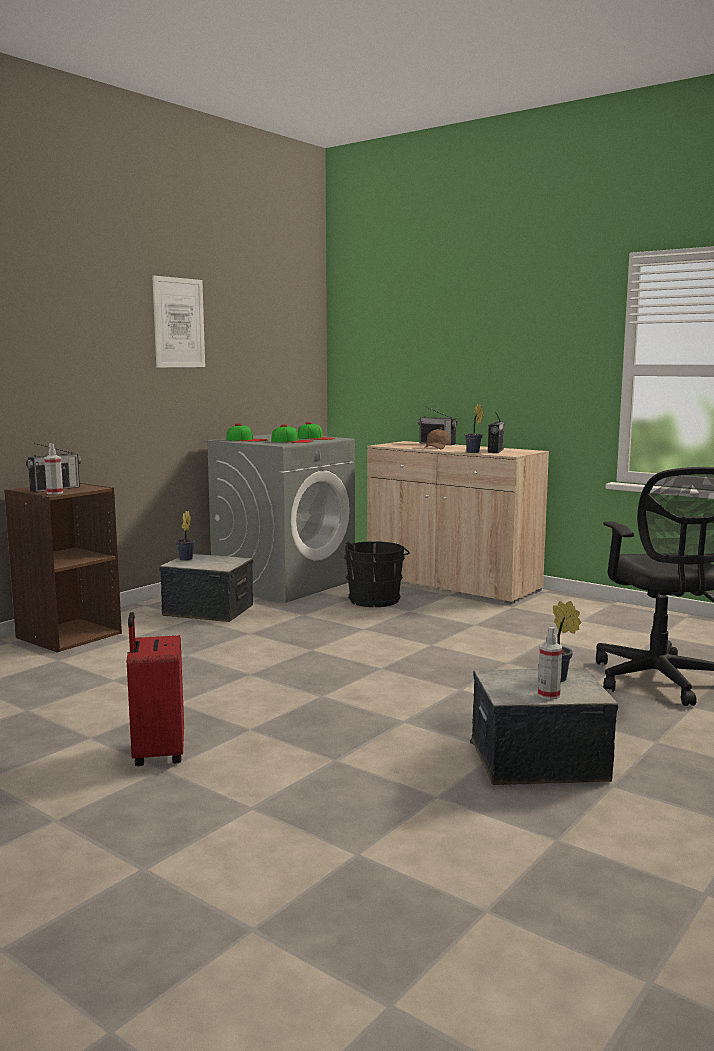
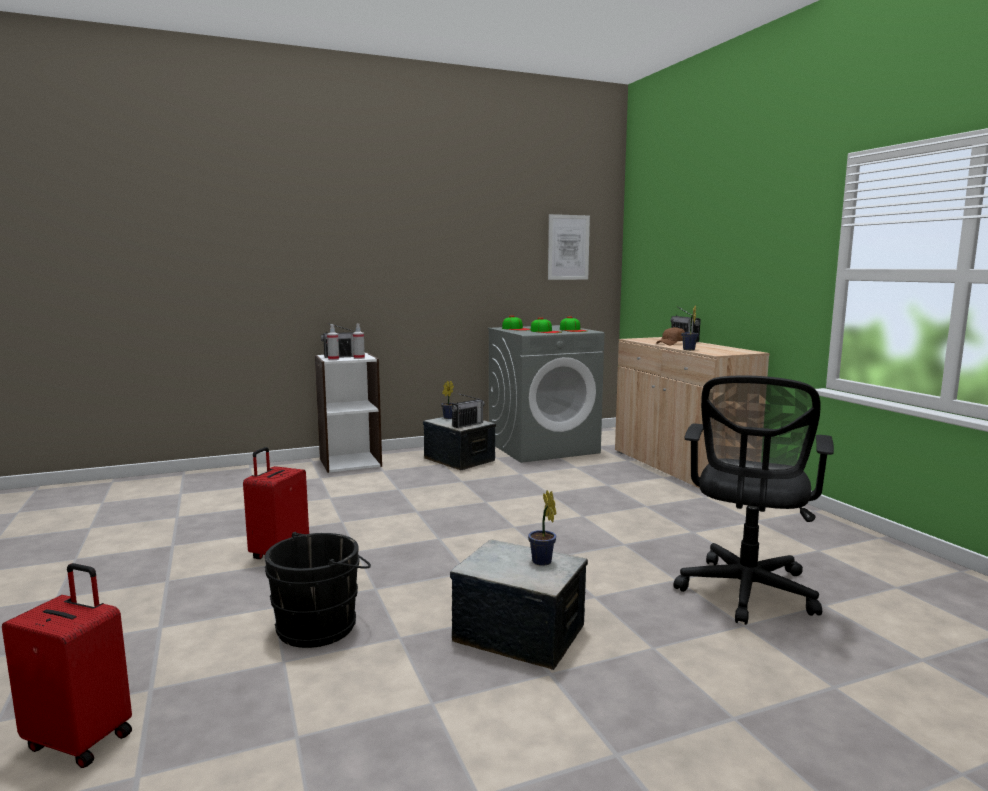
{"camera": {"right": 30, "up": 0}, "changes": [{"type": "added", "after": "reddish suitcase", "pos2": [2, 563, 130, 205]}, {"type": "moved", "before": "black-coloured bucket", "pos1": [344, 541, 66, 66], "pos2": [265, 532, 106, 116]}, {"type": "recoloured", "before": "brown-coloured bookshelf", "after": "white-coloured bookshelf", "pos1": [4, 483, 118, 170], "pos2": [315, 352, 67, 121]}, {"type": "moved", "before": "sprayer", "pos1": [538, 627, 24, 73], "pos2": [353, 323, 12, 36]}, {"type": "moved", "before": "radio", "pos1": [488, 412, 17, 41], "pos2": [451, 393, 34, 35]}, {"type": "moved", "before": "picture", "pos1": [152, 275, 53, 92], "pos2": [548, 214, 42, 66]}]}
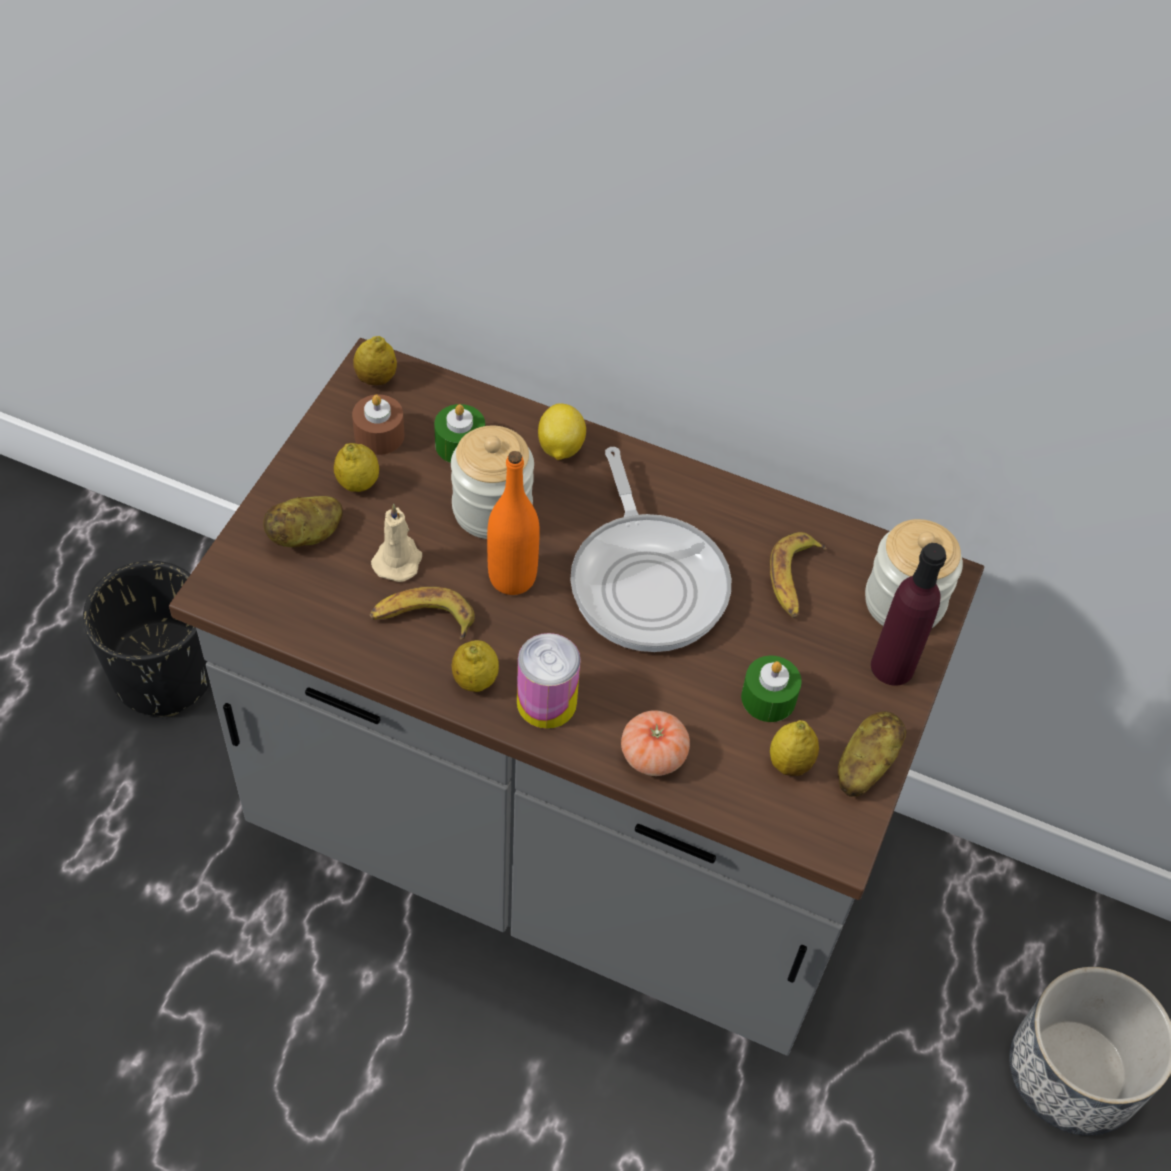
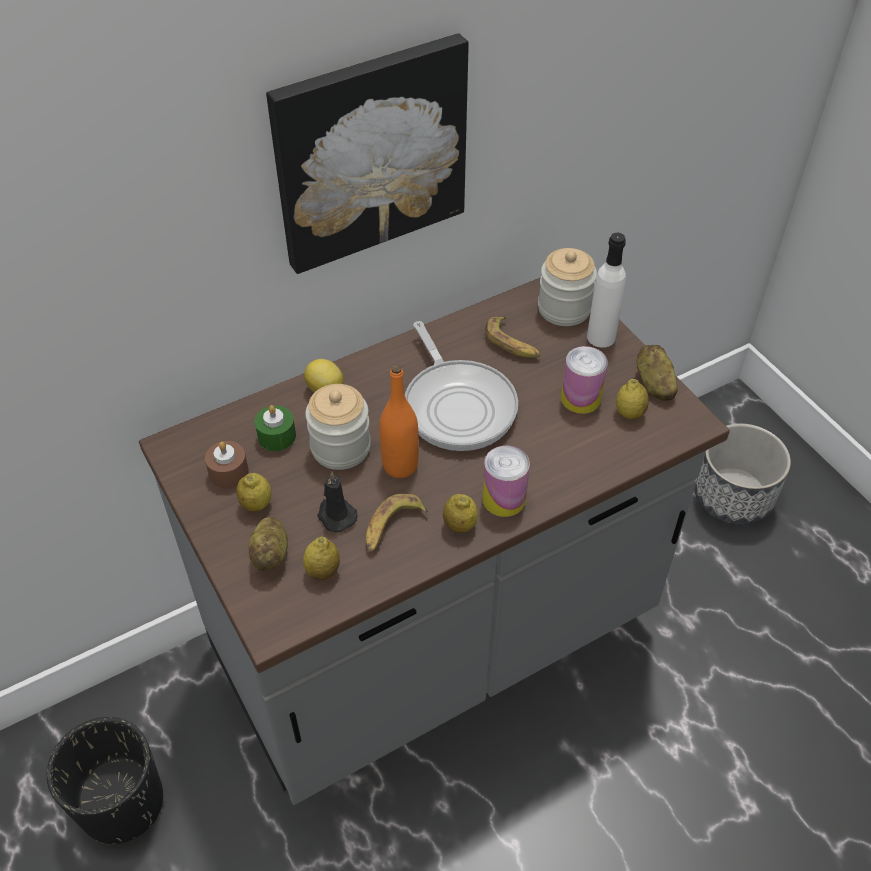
{"camera": {"right": -50, "up": -5}, "changes": [{"type": "added", "after": "picture", "pos2": [266, 33, 203, 241]}, {"type": "moved", "before": "lemon", "pos1": [353, 336, 44, 49], "pos2": [303, 537, 37, 43]}, {"type": "recoloured", "before": "beige candle", "after": "black-coloured candle", "pos1": [371, 503, 51, 79], "pos2": [317, 471, 40, 61]}, {"type": "turned", "before": "pan", "pos1": [570, 447, 161, 205], "pos2": [405, 321, 113, 130], "turn": 45}, {"type": "replaced", "before": "greenish candle", "after": "sealed can", "pos1": [741, 656, 61, 66], "pos2": [561, 346, 47, 68]}, {"type": "recoloured", "before": "purplish bottle", "after": "white-coloured bottle", "pos1": [871, 543, 75, 143], "pos2": [587, 233, 39, 115]}, {"type": "removed", "before": "tomato", "pos1": [621, 710, 69, 66]}]}
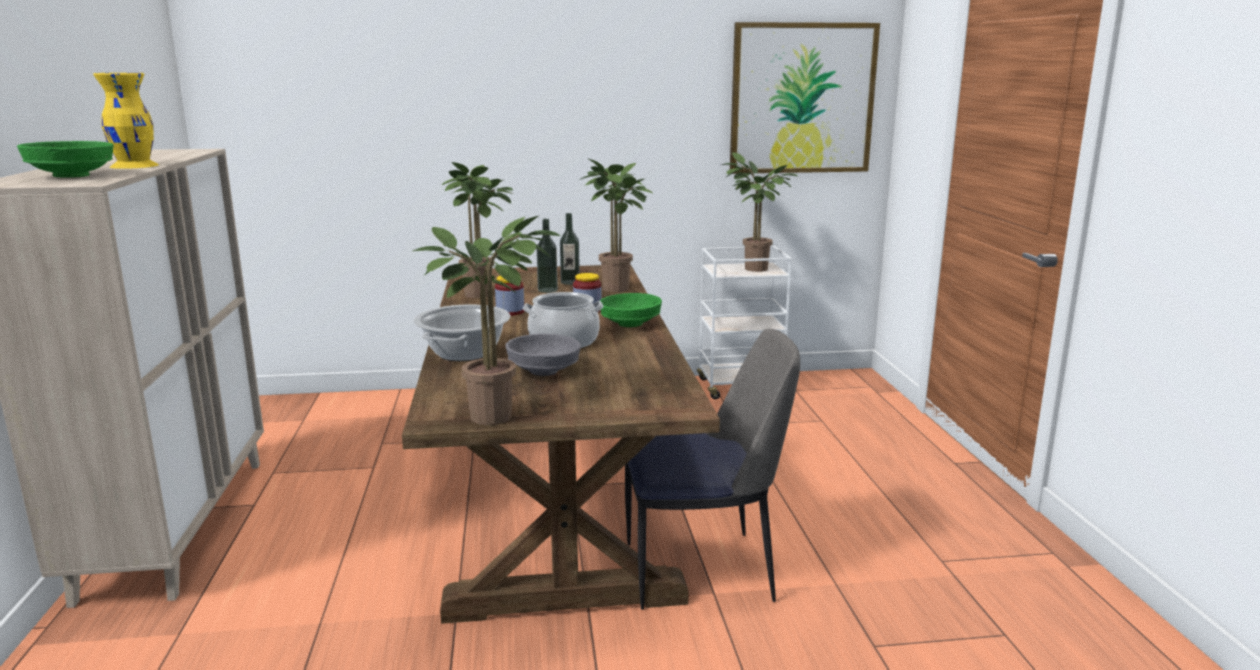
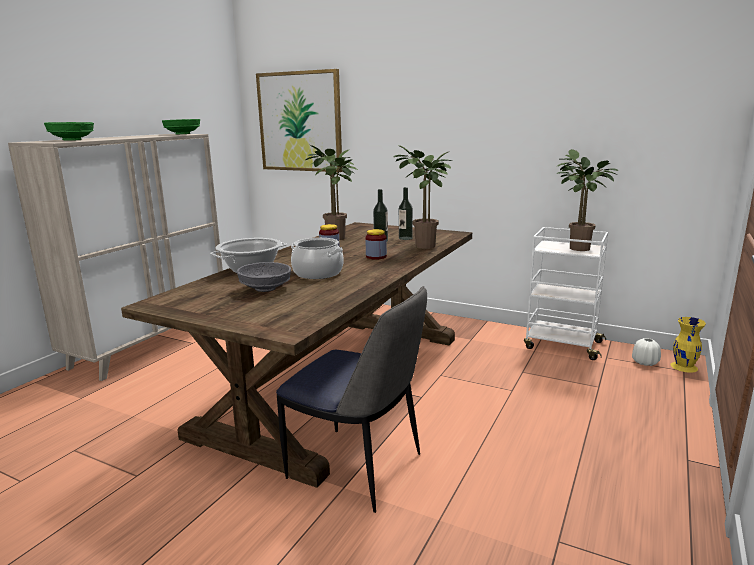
{"camera": {"right": 35, "up": 0}, "changes": [{"type": "moved", "before": "greenish bowl", "pos1": [600, 293, 62, 34], "pos2": [162, 119, 38, 16]}, {"type": "moved", "before": "picture", "pos1": [730, 22, 150, 152], "pos2": [256, 69, 87, 103]}, {"type": "added", "after": "white-coloured decorative vase", "pos2": [632, 338, 29, 28]}, {"type": "moved", "before": "yellowish decorative vase", "pos1": [93, 73, 66, 96], "pos2": [670, 317, 36, 56]}, {"type": "removed", "before": "houseplant", "pos1": [413, 216, 147, 209]}]}
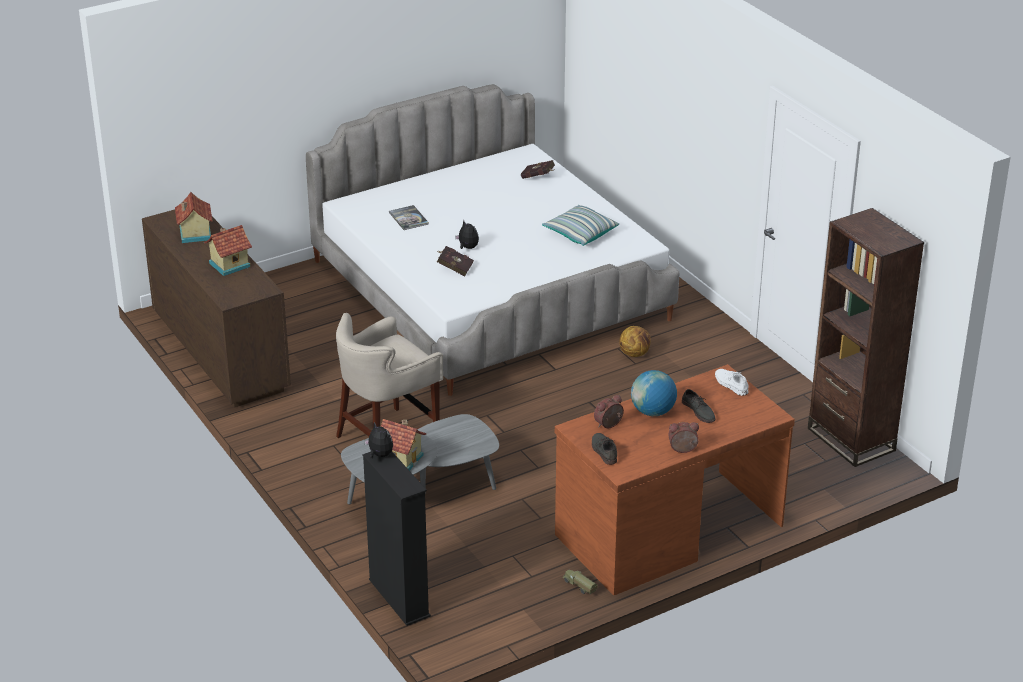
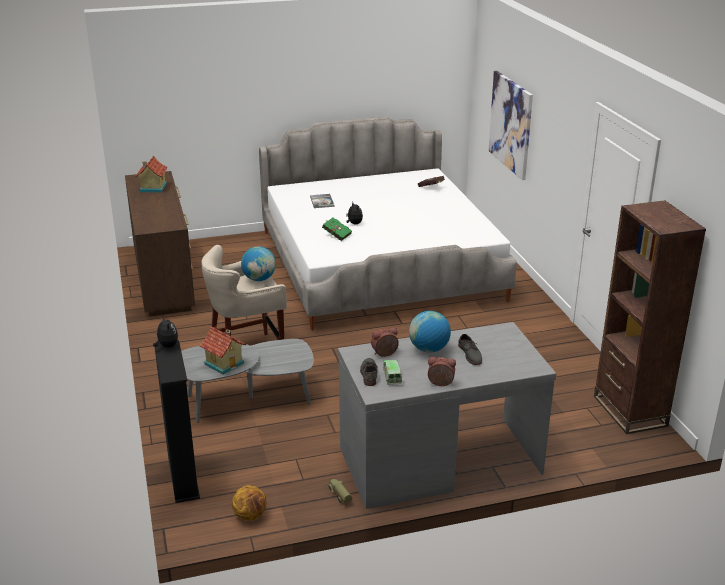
{"camera": {"right": 15, "up": -5}, "changes": [{"type": "moved", "before": "ball for basketball", "pos1": [619, 326, 32, 31], "pos2": [232, 485, 35, 35]}, {"type": "added", "after": "desk globe", "pos2": [241, 246, 35, 35]}, {"type": "recoloured", "before": "reddish volume", "after": "greenish volume", "pos1": [437, 246, 37, 30], "pos2": [322, 218, 30, 23]}, {"type": "recoloured", "before": "brown-coloured desk unit", "after": "gray desk unit", "pos1": [555, 364, 240, 231], "pos2": [338, 322, 218, 187]}, {"type": "added", "after": "toy lorry", "pos2": [383, 360, 19, 25]}, {"type": "added", "after": "picture", "pos2": [488, 71, 45, 109]}, {"type": "removed", "before": "toy house", "pos1": [204, 225, 48, 51]}, {"type": "removed", "before": "throw pillow", "pos1": [542, 205, 77, 41]}, {"type": "removed", "before": "white-coloured item of footwear", "pos1": [715, 369, 34, 27]}]}
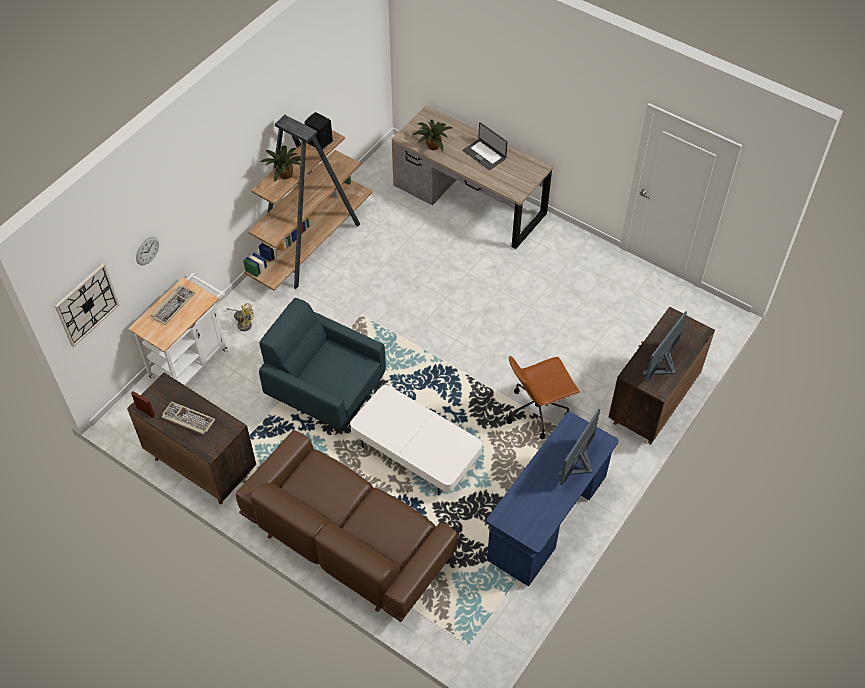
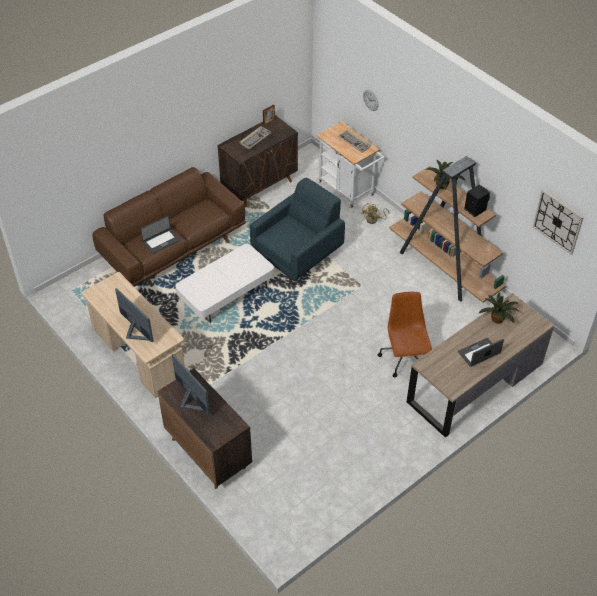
{"camera": {"right": 105, "up": -5}, "changes": [{"type": "recoloured", "before": "blue-coloured desk unit", "after": "beige desk unit", "pos1": [486, 412, 133, 175], "pos2": [82, 272, 103, 126]}, {"type": "added", "after": "notebook computer", "pos2": [140, 216, 40, 38]}, {"type": "moved", "before": "brown-coloured desk chair", "pos1": [507, 356, 73, 83], "pos2": [378, 292, 54, 85]}, {"type": "moved", "before": "wall clock", "pos1": [55, 264, 64, 83], "pos2": [532, 189, 52, 66]}]}
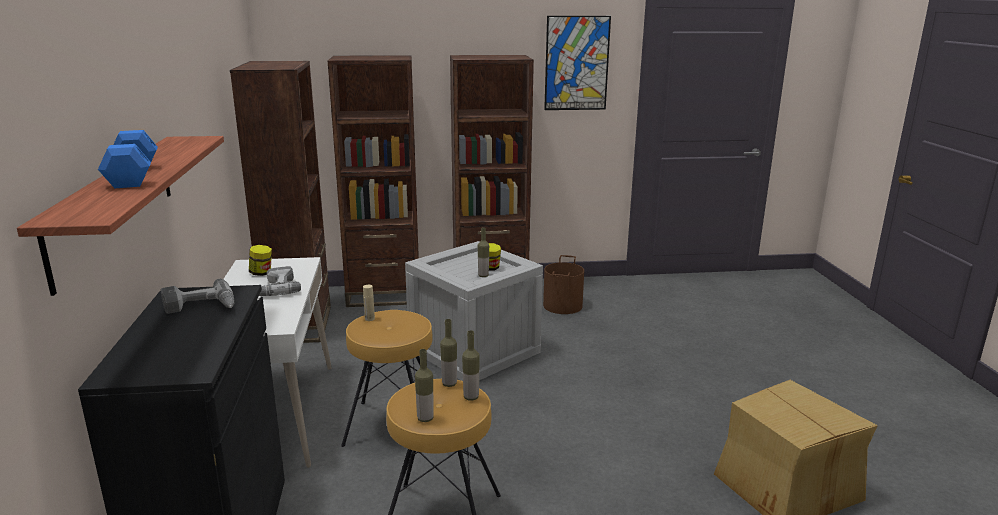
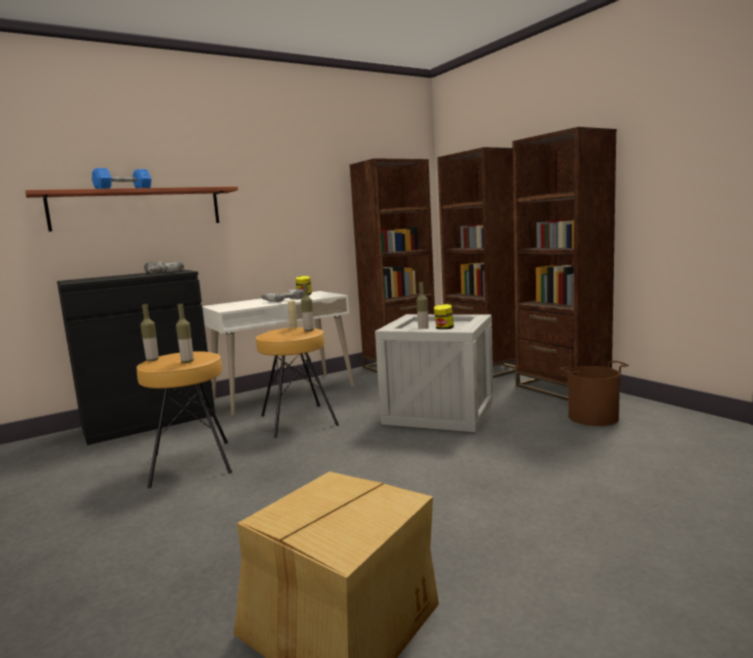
{"camera": {"right": 65, "up": -10}, "changes": [{"type": "moved", "before": "bottle", "pos1": [440, 319, 17, 68], "pos2": [301, 283, 13, 48]}, {"type": "removed", "before": "picture", "pos1": [544, 16, 67, 94]}]}
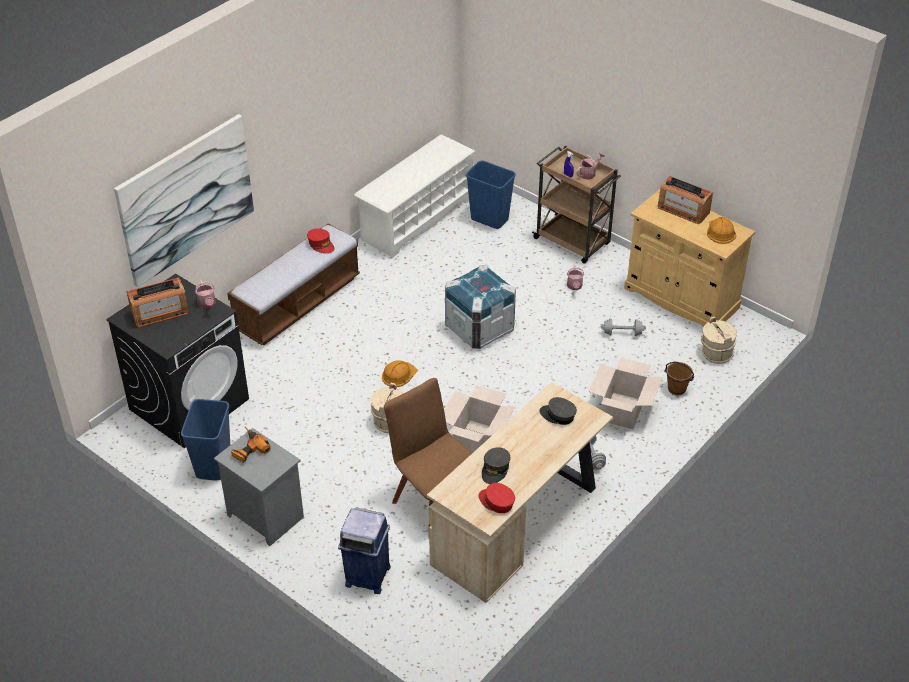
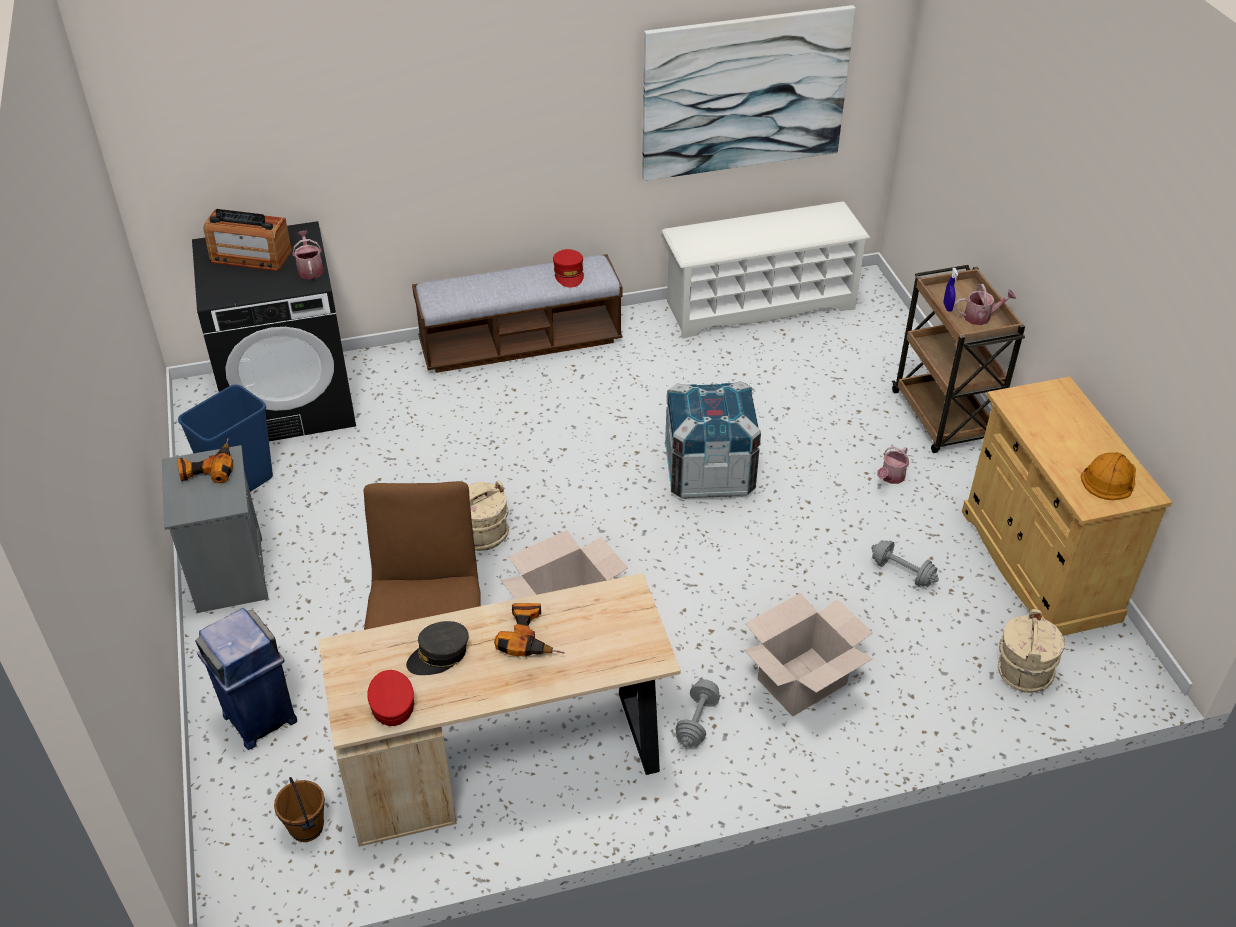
{"camera": {"right": 35, "up": 0}, "changes": [{"type": "moved", "before": "brown-coloured bucket", "pos1": [665, 362, 29, 34], "pos2": [274, 777, 51, 65]}, {"type": "turned", "before": "sprinkling can", "pos1": [195, 281, 21, 27], "pos2": [292, 231, 32, 48], "turn": 150}, {"type": "added", "after": "drill", "pos2": [494, 603, 70, 54]}, {"type": "moved", "before": "picture", "pos1": [114, 114, 140, 173], "pos2": [642, 5, 214, 176]}, {"type": "removed", "before": "orange hard hat", "pos1": [382, 360, 35, 27]}, {"type": "removed", "before": "blue-coloured waste bin", "pos1": [466, 161, 50, 68]}, {"type": "removed", "before": "gray baseball cap", "pos1": [539, 397, 38, 28]}, {"type": "removed", "before": "radio", "pos1": [657, 176, 56, 48]}]}
